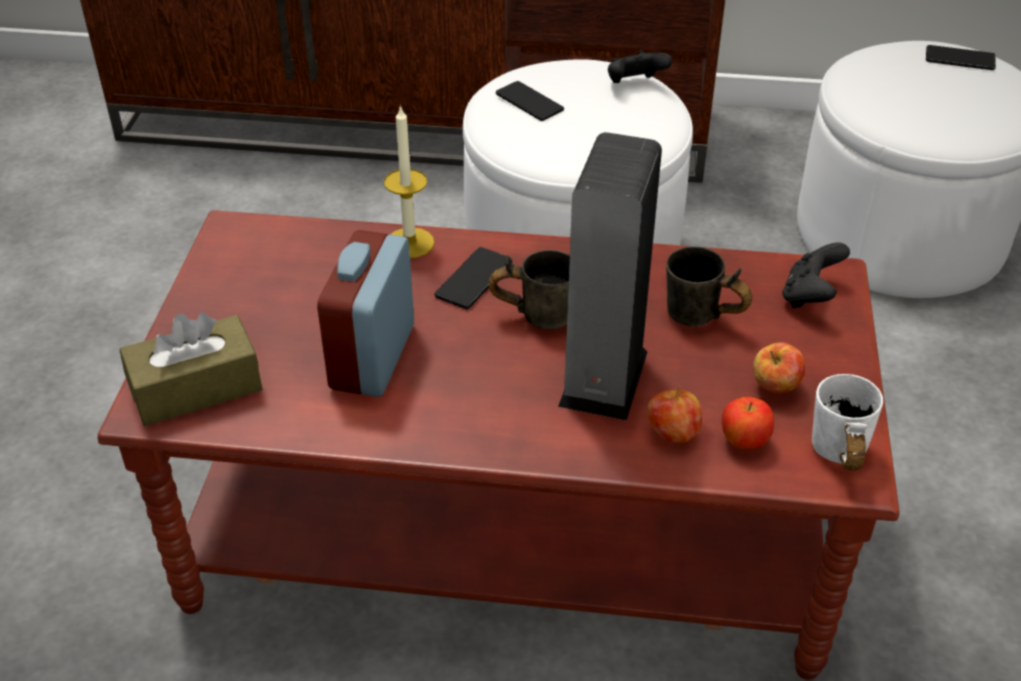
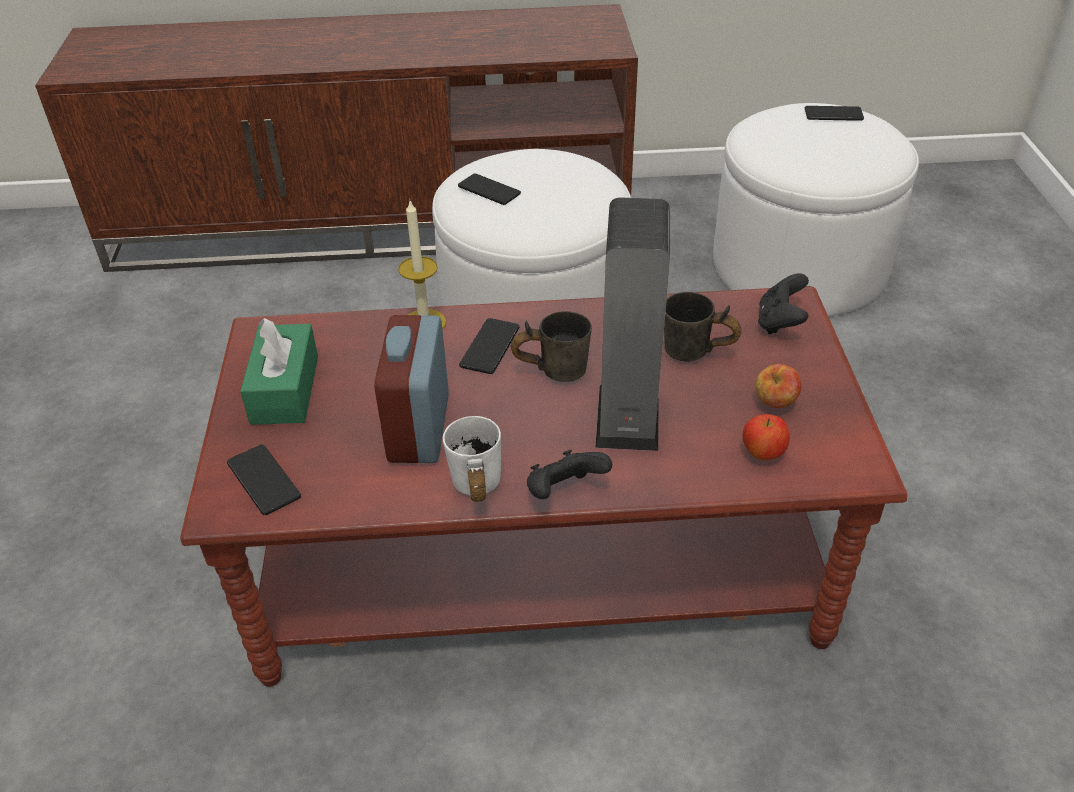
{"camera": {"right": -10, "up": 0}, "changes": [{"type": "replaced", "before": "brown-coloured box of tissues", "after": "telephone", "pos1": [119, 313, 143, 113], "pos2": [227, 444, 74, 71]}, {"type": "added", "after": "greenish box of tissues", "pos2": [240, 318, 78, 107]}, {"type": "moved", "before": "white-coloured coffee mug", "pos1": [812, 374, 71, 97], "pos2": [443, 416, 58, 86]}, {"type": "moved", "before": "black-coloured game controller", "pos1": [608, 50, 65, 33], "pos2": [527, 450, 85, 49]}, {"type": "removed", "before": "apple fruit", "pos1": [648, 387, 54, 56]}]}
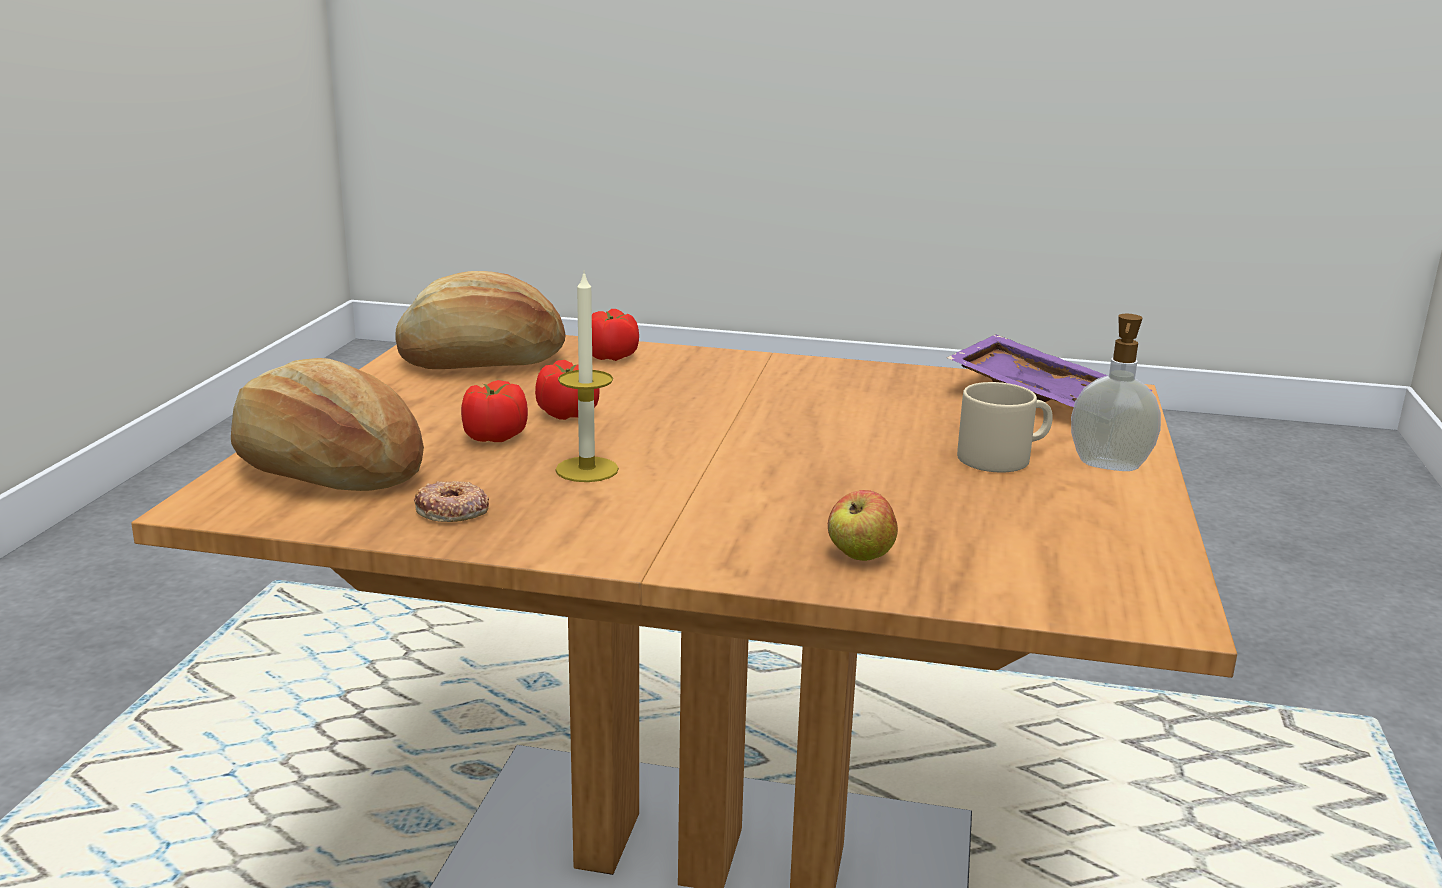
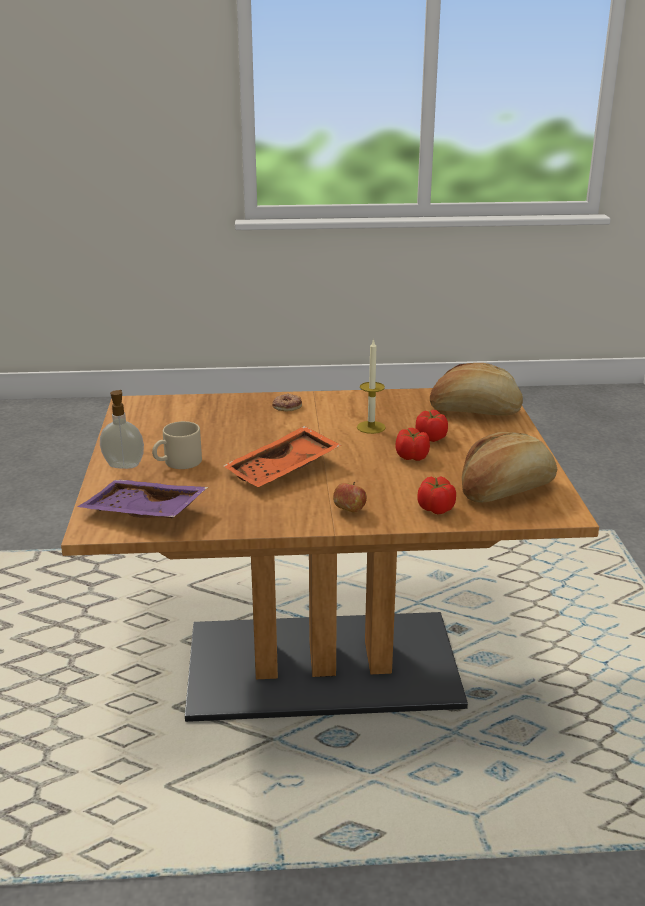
{"camera": {"right": 165, "up": 5}, "changes": [{"type": "added", "after": "orange serving tray", "pos2": [224, 426, 117, 61]}, {"type": "moved", "before": "doughnut", "pos1": [414, 481, 75, 41], "pos2": [272, 394, 30, 17]}, {"type": "moved", "before": "apple fruit", "pos1": [828, 490, 70, 71], "pos2": [333, 482, 34, 30]}]}
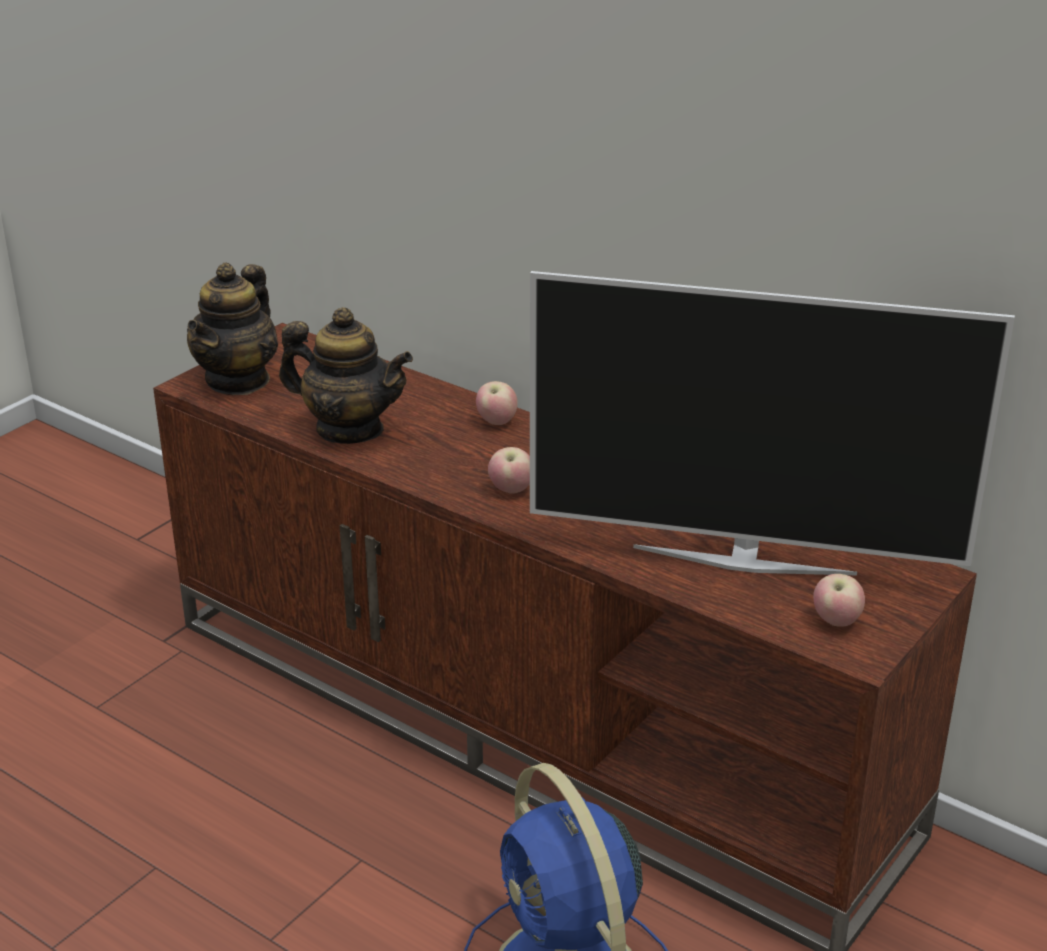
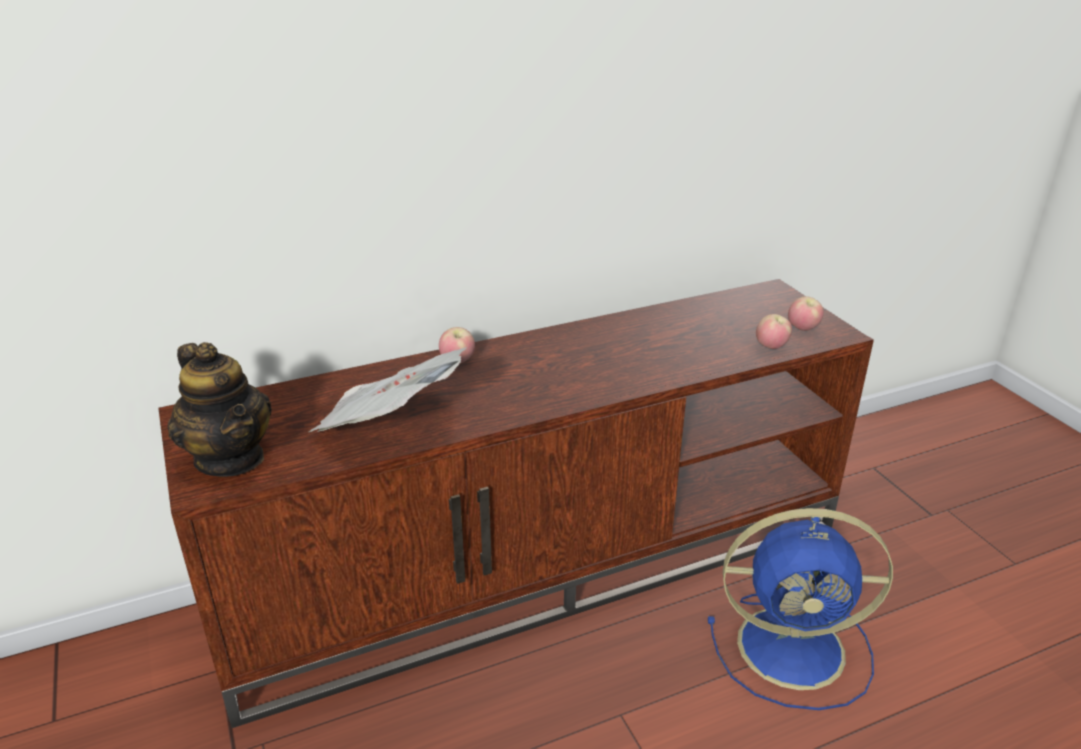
{"camera": {"right": -60, "up": 0}, "changes": [{"type": "replaced", "before": "tea pot", "after": "printed paper", "pos1": [279, 307, 134, 137], "pos2": [309, 347, 158, 85]}, {"type": "moved", "before": "apple fruit", "pos1": [488, 447, 42, 47], "pos2": [756, 314, 36, 35]}, {"type": "removed", "before": "TV", "pos1": [530, 271, 485, 304]}]}
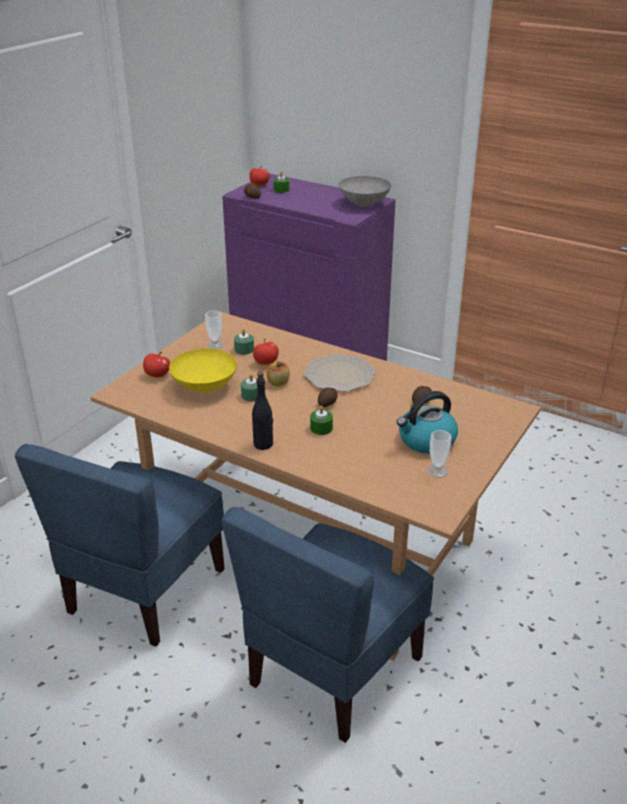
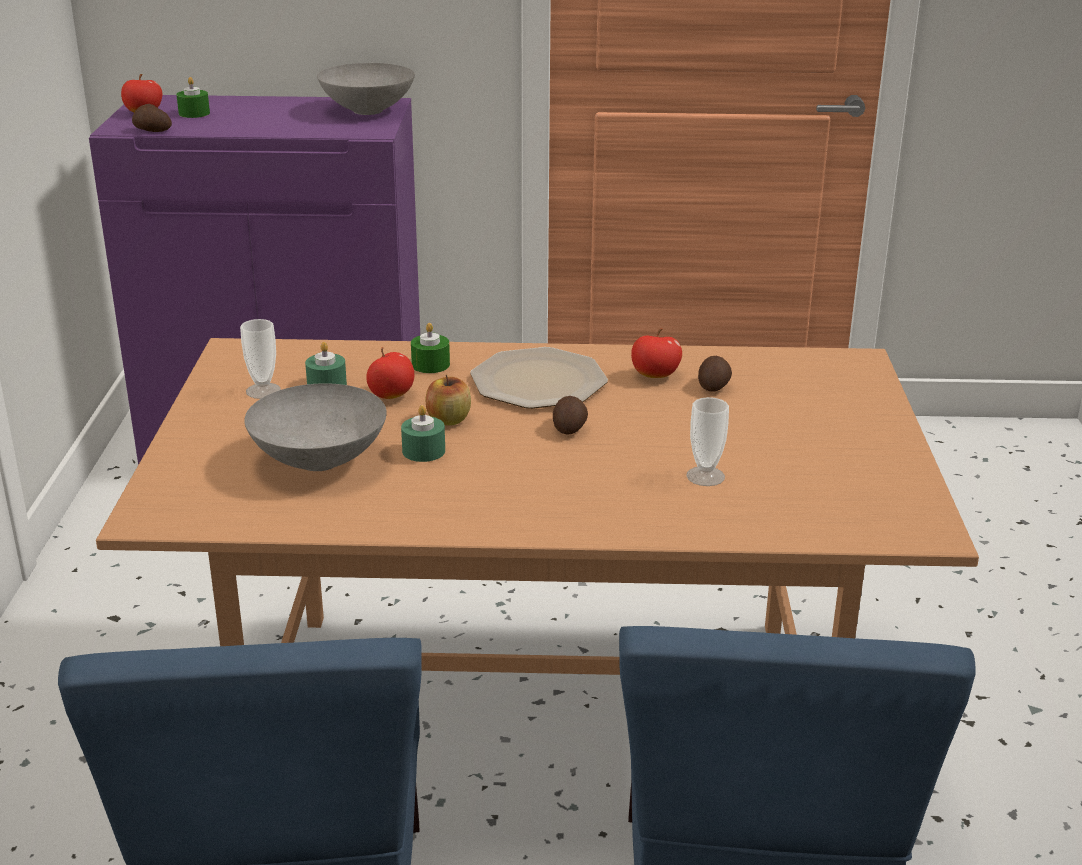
{"camera": {"right": -30, "up": -5}, "changes": [{"type": "recoloured", "before": "yellowish bowl", "after": "gray bowl", "pos1": [169, 349, 68, 44], "pos2": [244, 383, 143, 88]}, {"type": "moved", "before": "greenish candle", "pos1": [310, 406, 23, 29], "pos2": [411, 323, 39, 50]}, {"type": "moved", "before": "apple fruit", "pos1": [143, 352, 27, 26], "pos2": [631, 328, 51, 50]}, {"type": "moved", "before": "cup", "pos1": [427, 430, 24, 48], "pos2": [687, 397, 42, 89]}, {"type": "removed", "before": "black-coloured bottle", "pos1": [252, 372, 21, 78]}, {"type": "removed", "before": "kettle", "pos1": [397, 391, 61, 63]}]}
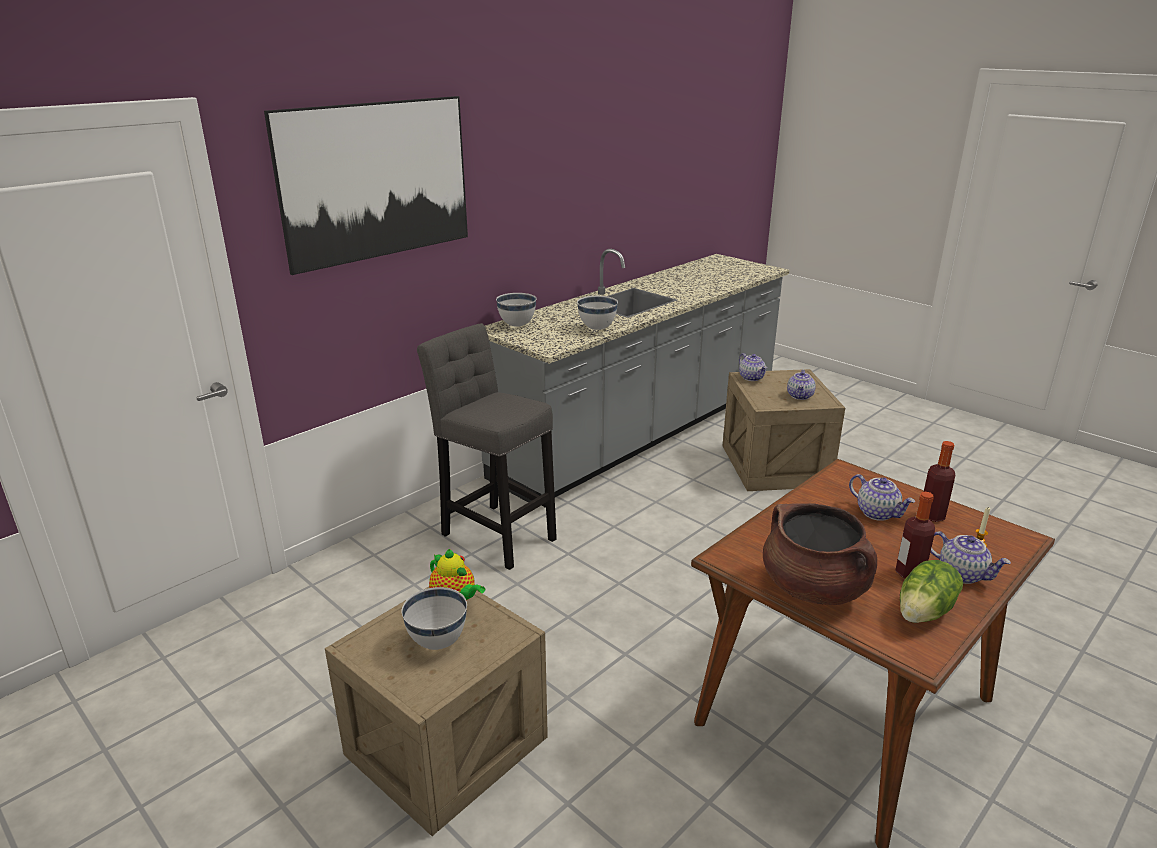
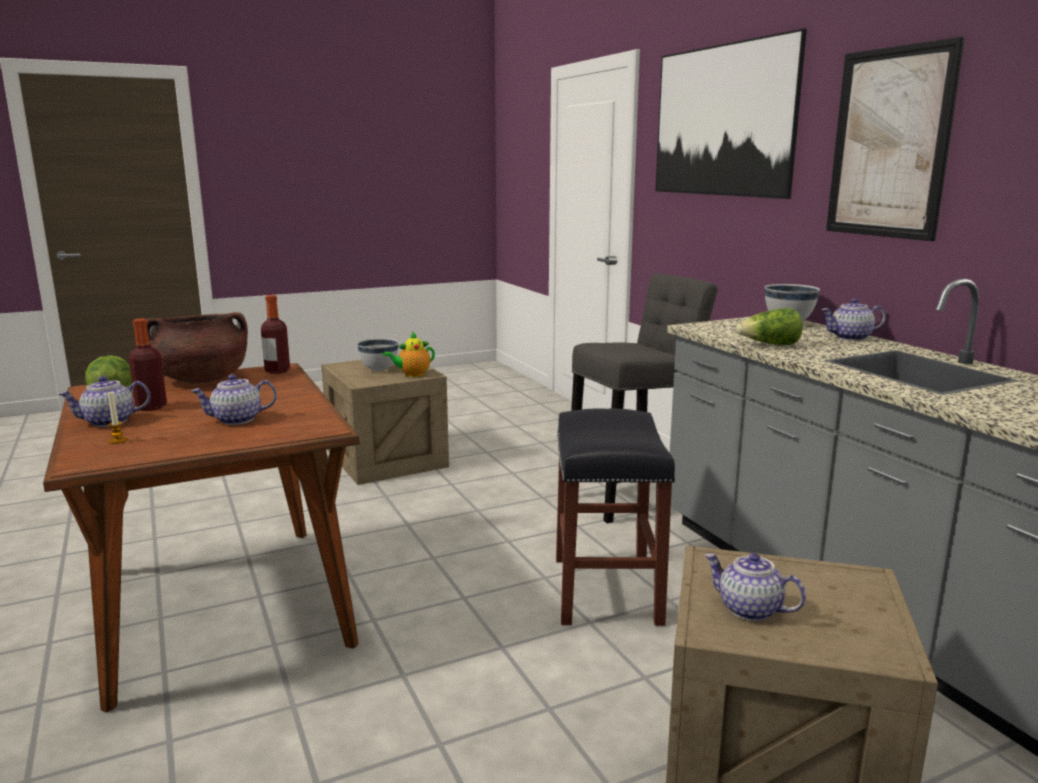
{"camera": {"right": 110, "up": -10}, "changes": [{"type": "moved", "before": "bottle", "pos1": [924, 441, 31, 81], "pos2": [261, 295, 29, 79]}, {"type": "added", "after": "black-coloured stool seat", "pos2": [556, 408, 119, 218]}, {"type": "replaced", "before": "white-coloured bowl", "after": "lettuce head", "pos1": [577, 296, 41, 34], "pos2": [736, 308, 67, 37]}, {"type": "moved", "before": "tea pot", "pos1": [739, 353, 28, 28], "pos2": [821, 298, 65, 43]}, {"type": "added", "after": "picture", "pos2": [826, 36, 139, 205]}]}
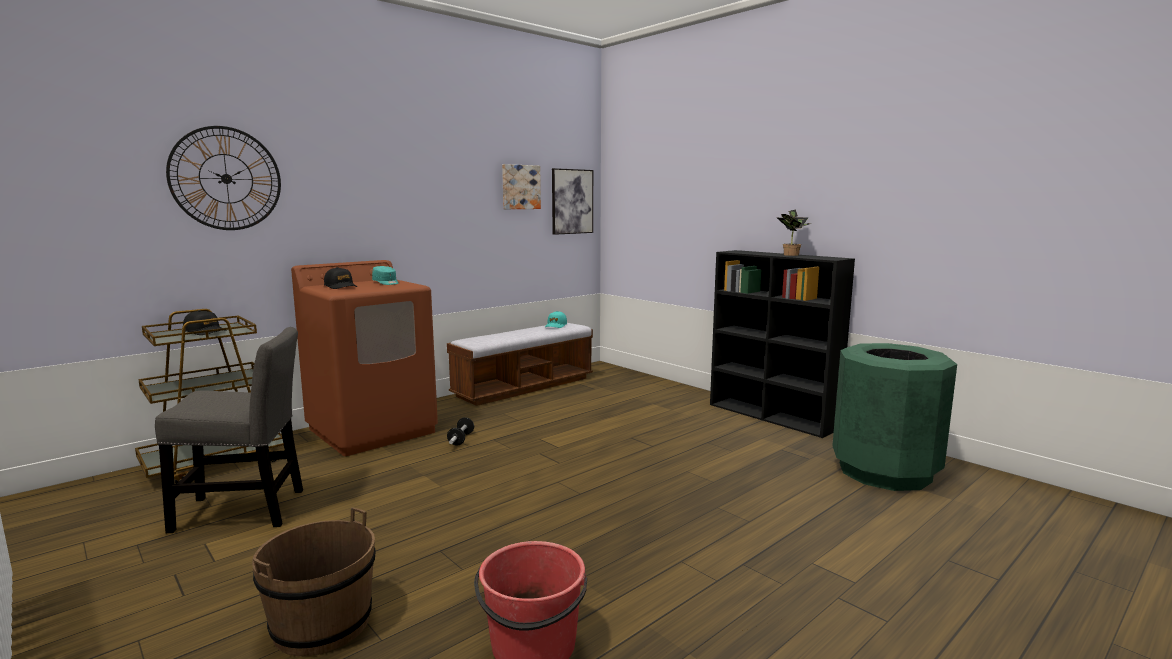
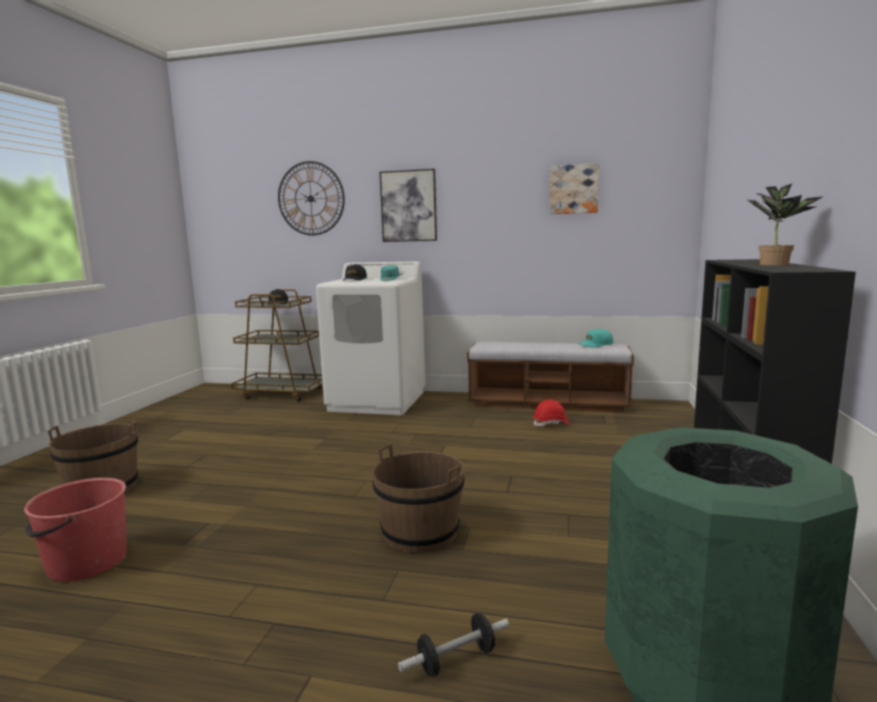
{"camera": {"right": 55, "up": 0}, "changes": [{"type": "recoloured", "before": "brown-coloured washing machine", "after": "white-coloured washing machine", "pos1": [291, 260, 147, 196], "pos2": [316, 262, 110, 153]}, {"type": "added", "after": "brown-coloured bucket", "pos2": [372, 444, 92, 109]}, {"type": "moved", "before": "picture", "pos1": [552, 168, 41, 67], "pos2": [380, 169, 57, 73]}, {"type": "moved", "before": "free weight", "pos1": [447, 417, 27, 29], "pos2": [398, 613, 111, 64]}, {"type": "added", "after": "reddish hard hat", "pos2": [533, 399, 38, 28]}, {"type": "removed", "before": "gray upright chair", "pos1": [155, 327, 148, 206]}]}
